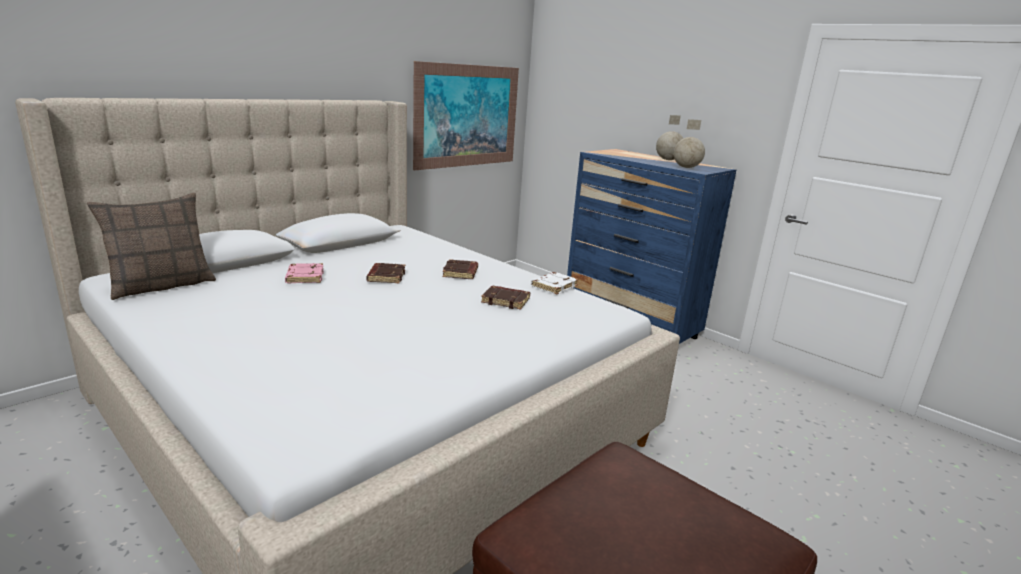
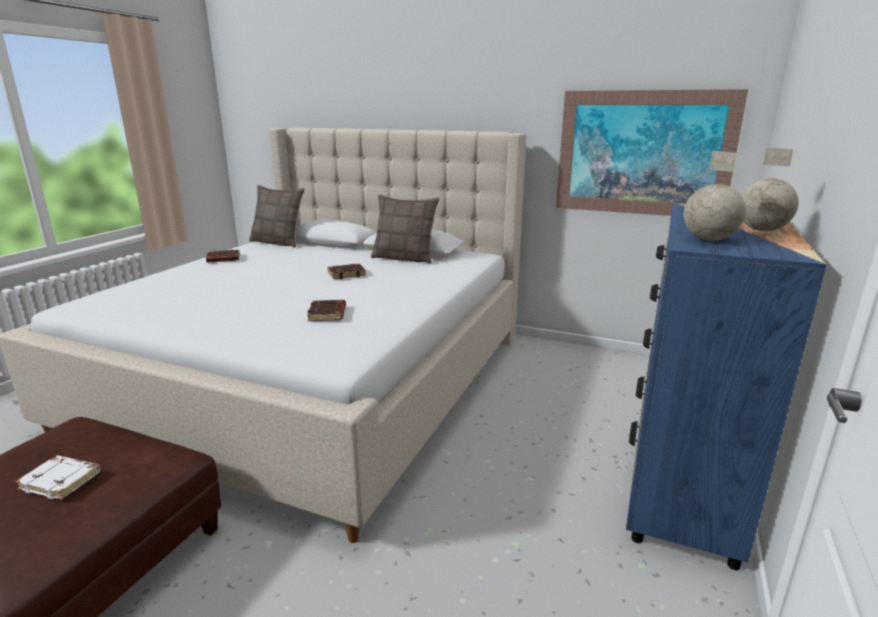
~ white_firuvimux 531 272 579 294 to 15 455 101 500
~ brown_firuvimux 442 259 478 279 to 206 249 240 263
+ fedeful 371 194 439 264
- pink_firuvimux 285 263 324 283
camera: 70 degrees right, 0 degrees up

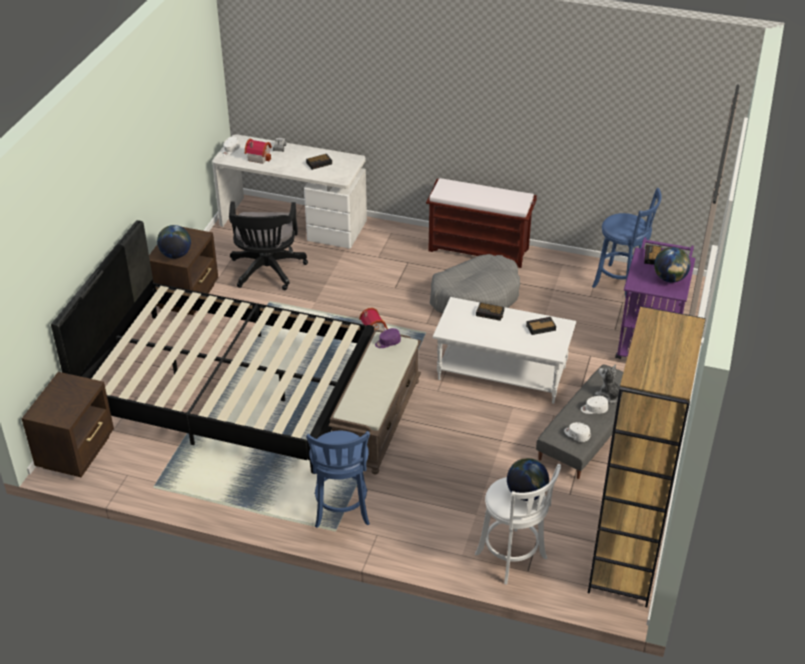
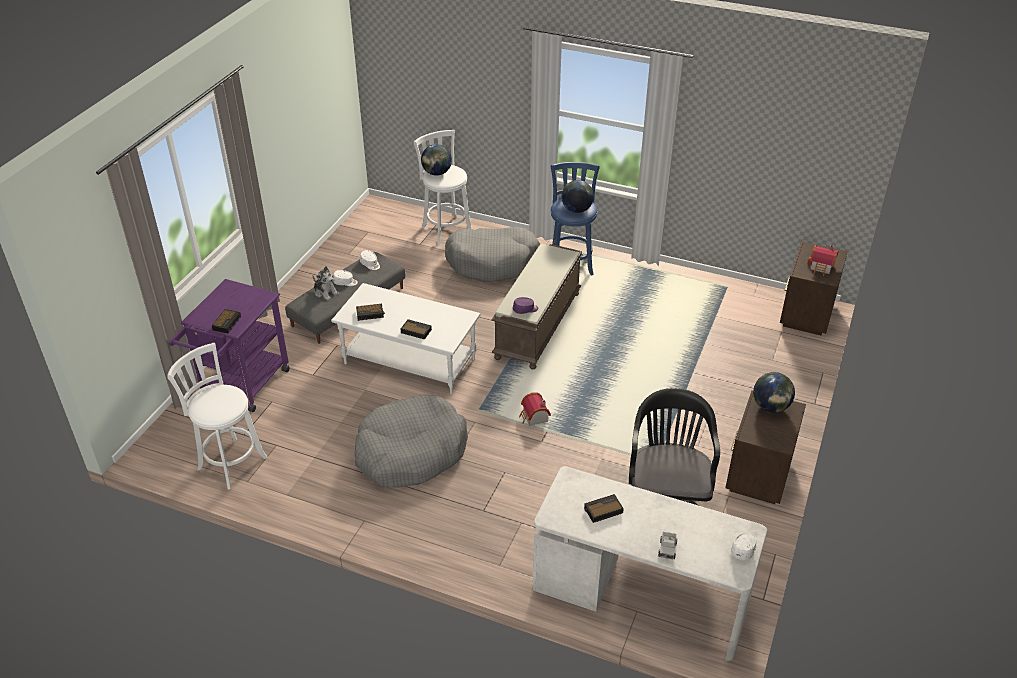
~ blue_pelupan 592 188 662 298 to white_pelupan 167 343 268 490
+ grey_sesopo 445 227 540 282
~ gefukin 654 247 691 283 to 561 180 594 213
~ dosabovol 245 139 272 164 to 807 245 838 276
- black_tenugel 51 220 374 474
- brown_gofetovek 426 178 537 268
- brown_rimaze 588 306 706 607
camera: 175 degrees left, 0 degrees up

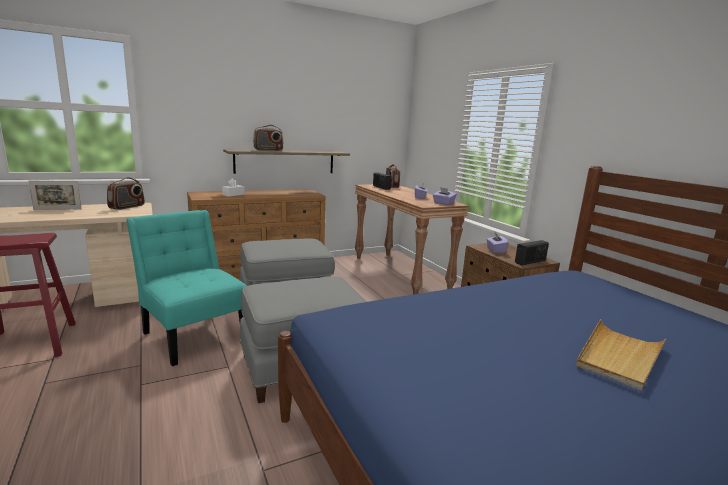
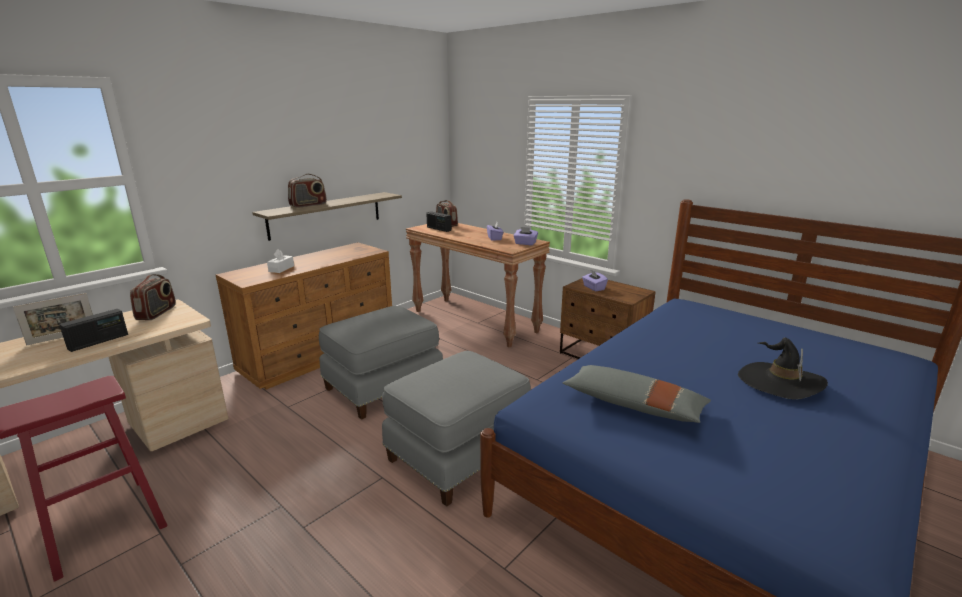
~ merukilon 515 240 549 265 to 59 309 128 352
+ grey_fedeful 563 365 711 423
~ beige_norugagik 576 319 666 391 to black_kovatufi 738 338 828 399
- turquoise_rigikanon 126 210 247 366
camera: 20 degrees left, 5 degrees up

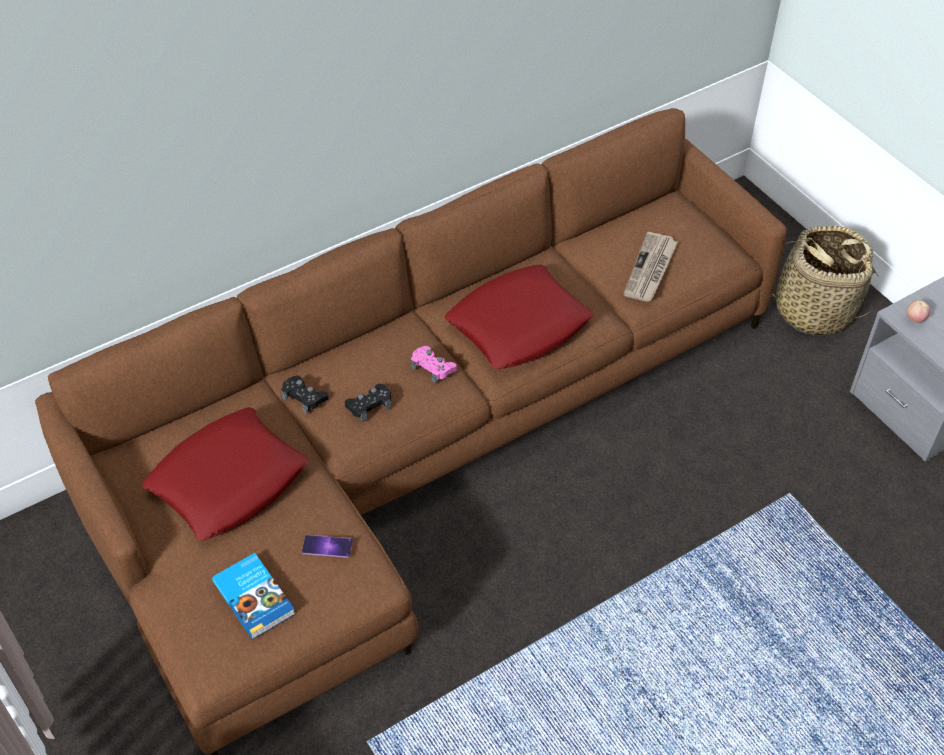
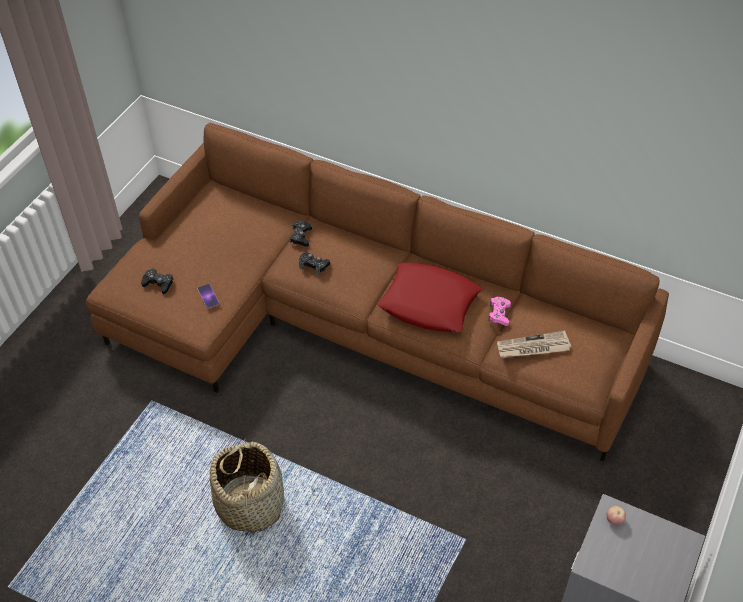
~ firuvimux 212 553 295 639 to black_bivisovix 141 268 173 294
~ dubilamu 772 225 879 336 to 210 438 284 537
~ pink_bivisovix 411 346 457 383 to 489 297 511 326
- red_fedeful 142 407 308 541
camera: 60 degrees right, 0 degrees up

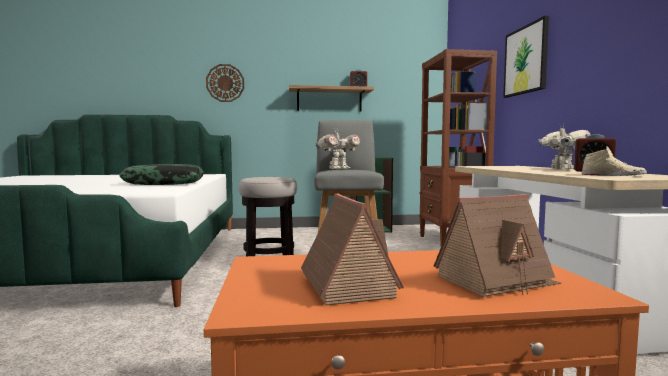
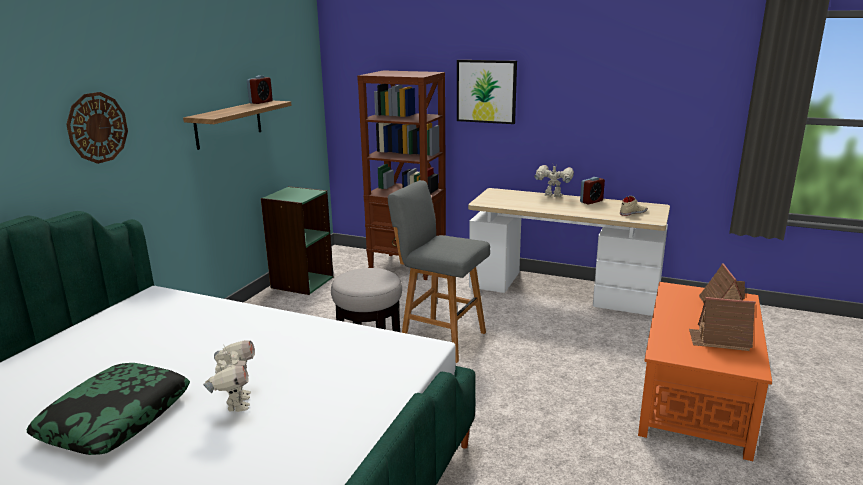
~ fedeful 120 164 204 185 to 27 363 190 455
~ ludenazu 315 131 360 169 to 203 340 255 412
camera: 60 degrees left, 15 degrees up

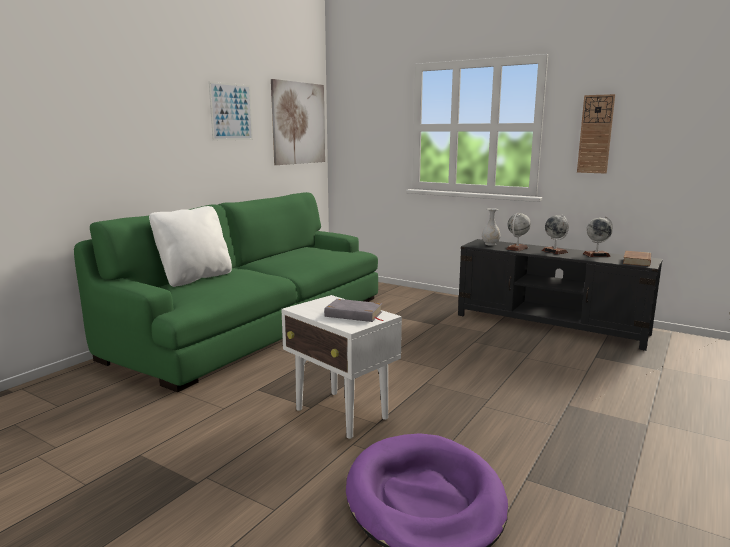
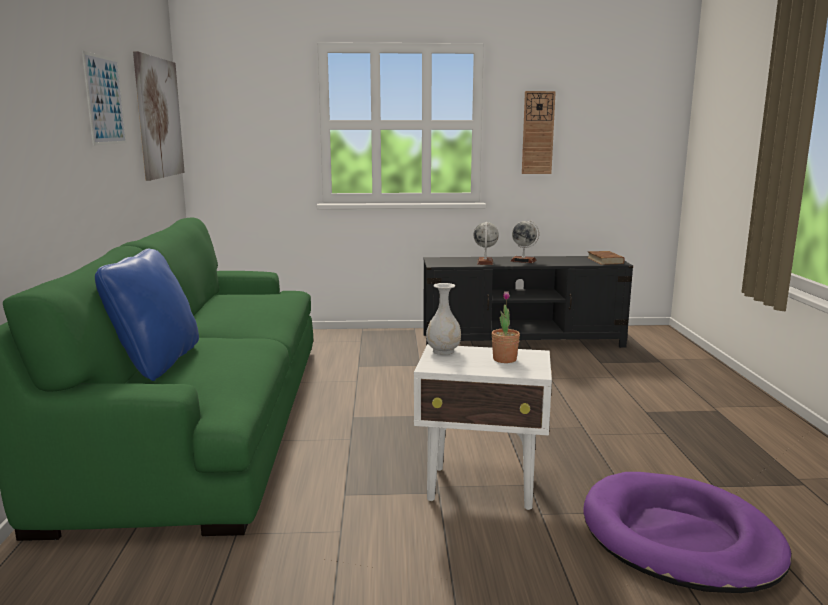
~ white_fedeful 149 206 232 287 to blue_fedeful 95 249 199 381
~ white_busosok 482 208 500 246 to 426 283 461 355
~ grey_firuvimux 324 299 384 322 to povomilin 491 291 520 363
- gefukin 583 217 613 257
camera: 35 degrees left, 0 degrees up

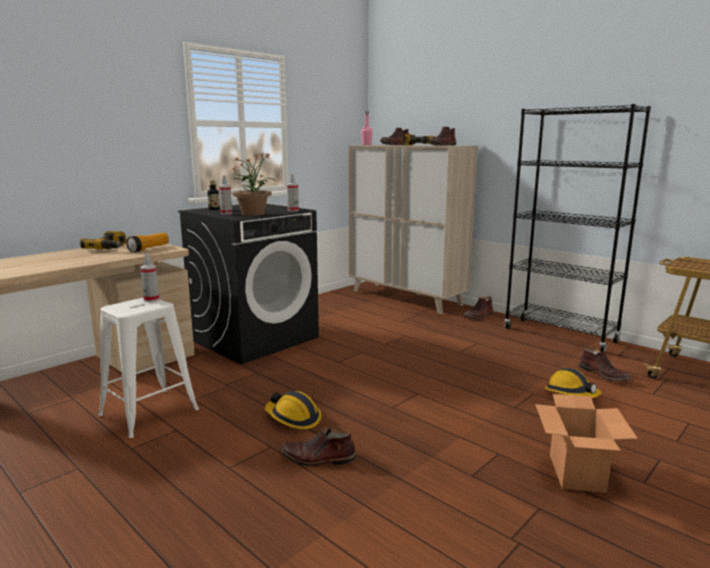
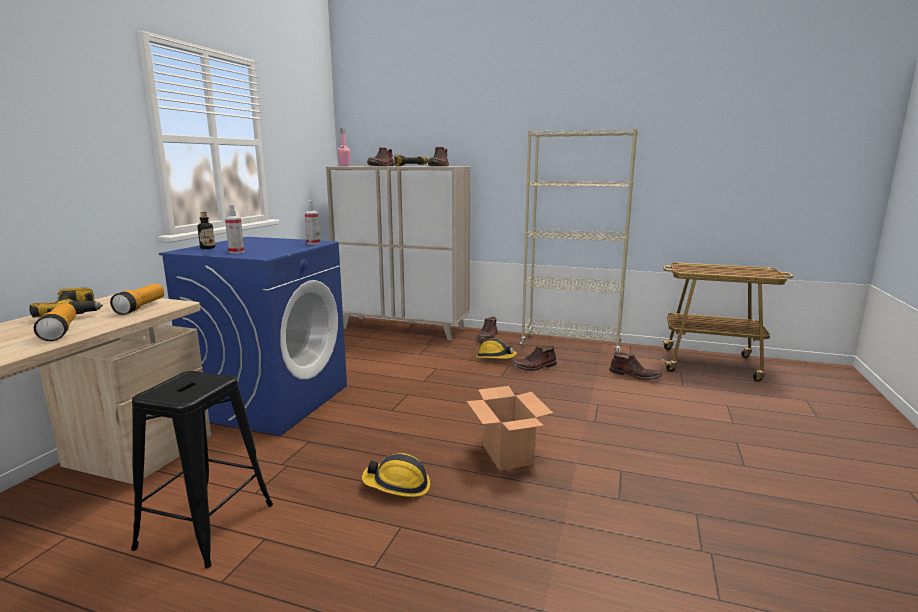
+ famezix 34 304 76 341
~ white_pelupan 98 297 199 438 to black_pelupan 131 371 273 569
~ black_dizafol 178 204 319 364 to blue_dizafol 159 237 347 436
~ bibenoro 535 394 638 493 to 467 386 553 470
~ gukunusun 545 368 602 398 to 476 338 517 359
~ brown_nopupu 280 427 356 466 to 511 346 557 371
~ black_rimaze 504 104 651 352 to beige_rimaze 520 128 638 352
- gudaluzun 140 254 159 302
- povomilin 231 152 276 216
camera: 25 degrees left, 0 degrees up

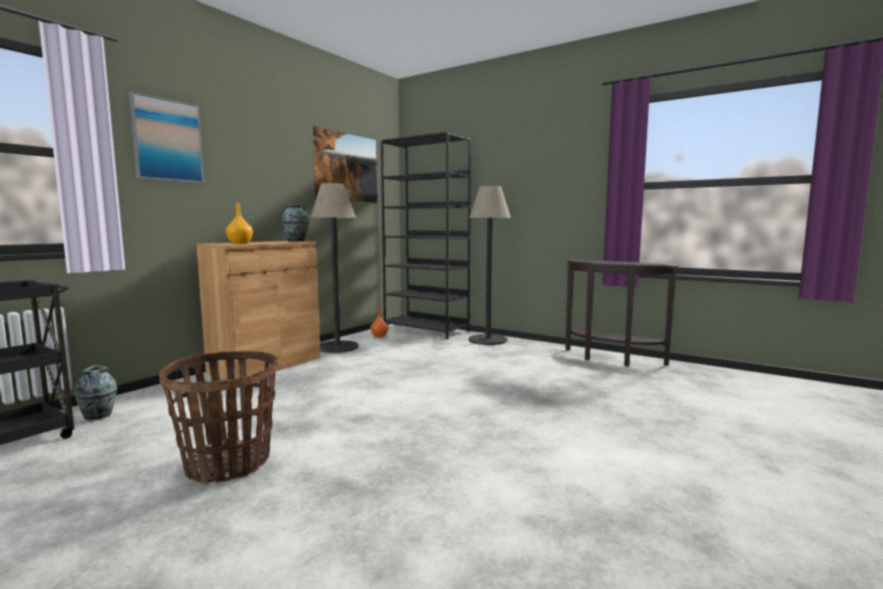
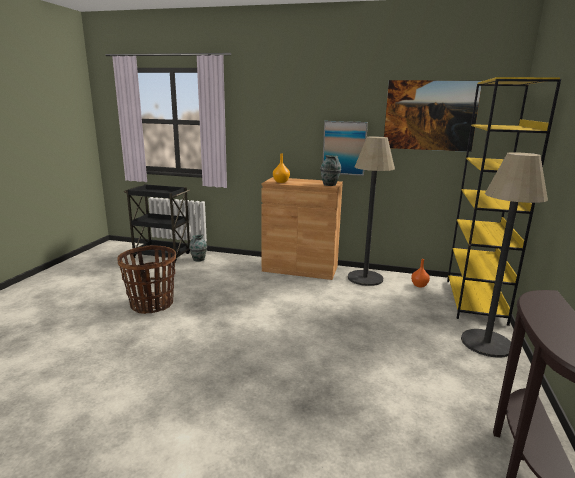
~ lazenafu 129 92 204 183 to 322 121 368 176
~ black_rimaze 381 132 471 339 to yellow_rimaze 447 77 561 326
camera: 70 degrees right, 10 degrees up

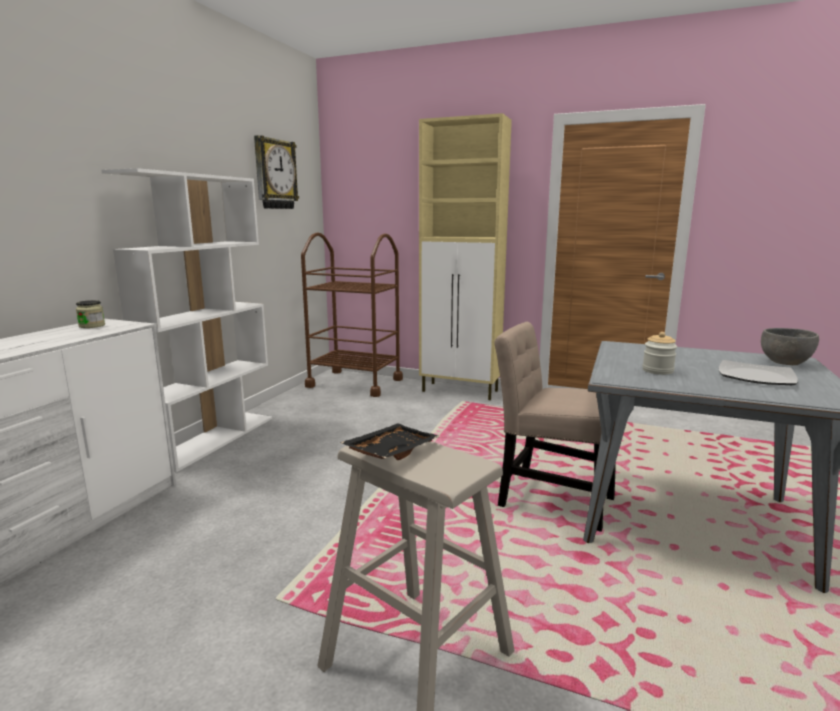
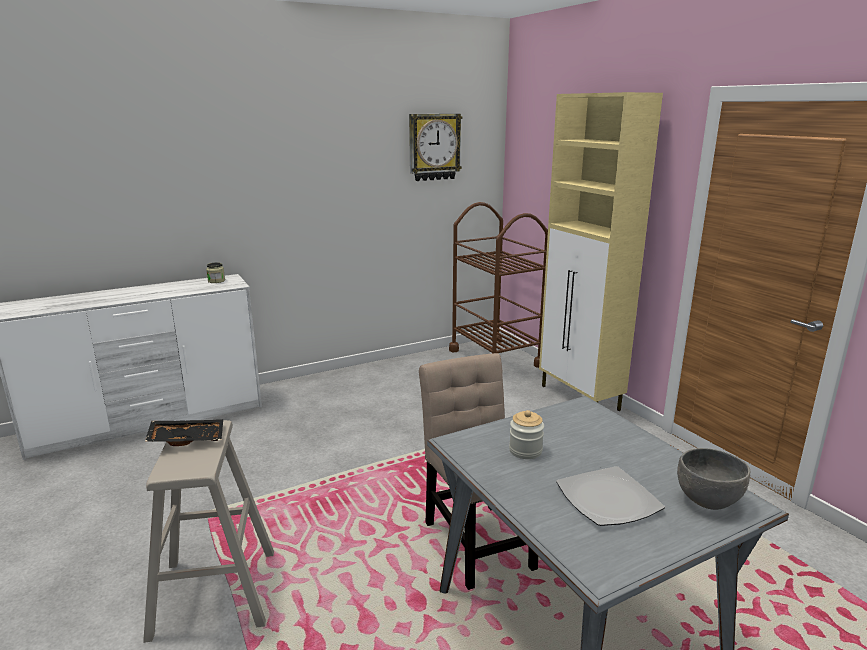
- white_rimaze 101 168 272 472
camera: 40 degrees right, 5 degrees up

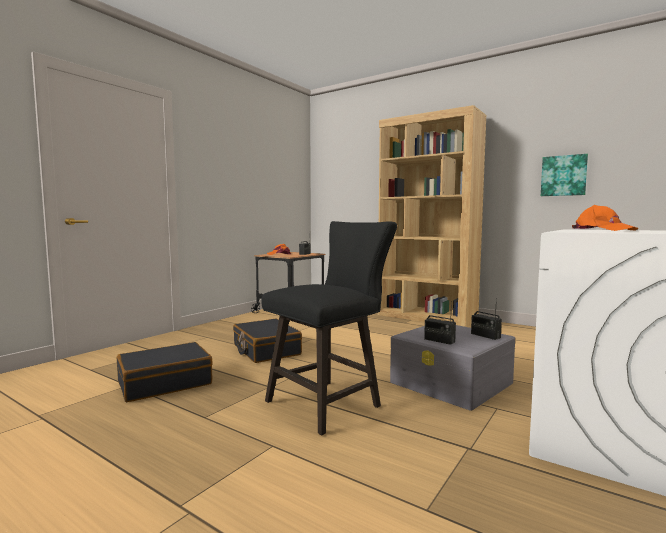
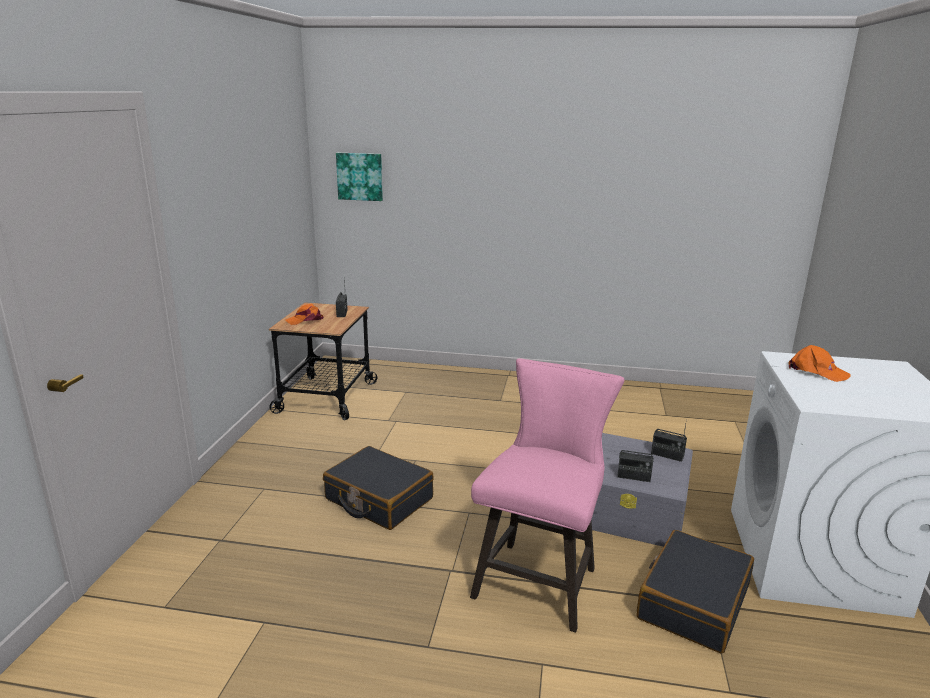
~ lazenafu 541 154 588 196 to 336 153 383 201
~ black_pelupan 261 221 397 435 to pink_pelupan 470 358 625 633
~ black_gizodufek 117 342 213 402 to 637 530 754 653
- brown_rimaze 377 105 486 327
camera: 25 degrees left, 15 degrees up

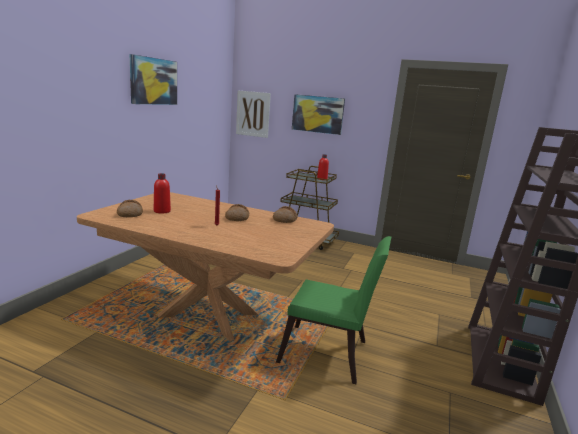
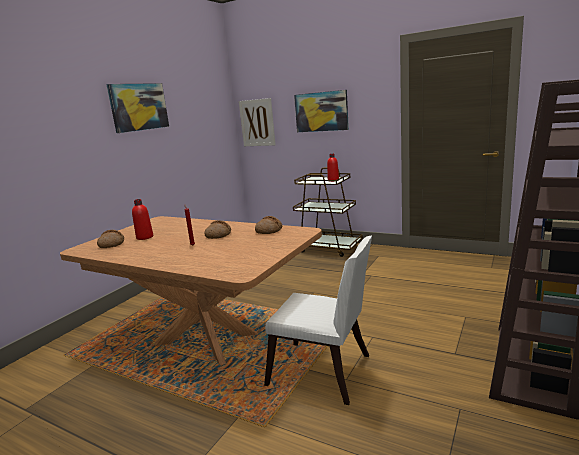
~ green_rigikanon 276 236 391 384 to white_rigikanon 264 236 372 405
camera: 10 degrees right, 0 degrees up

